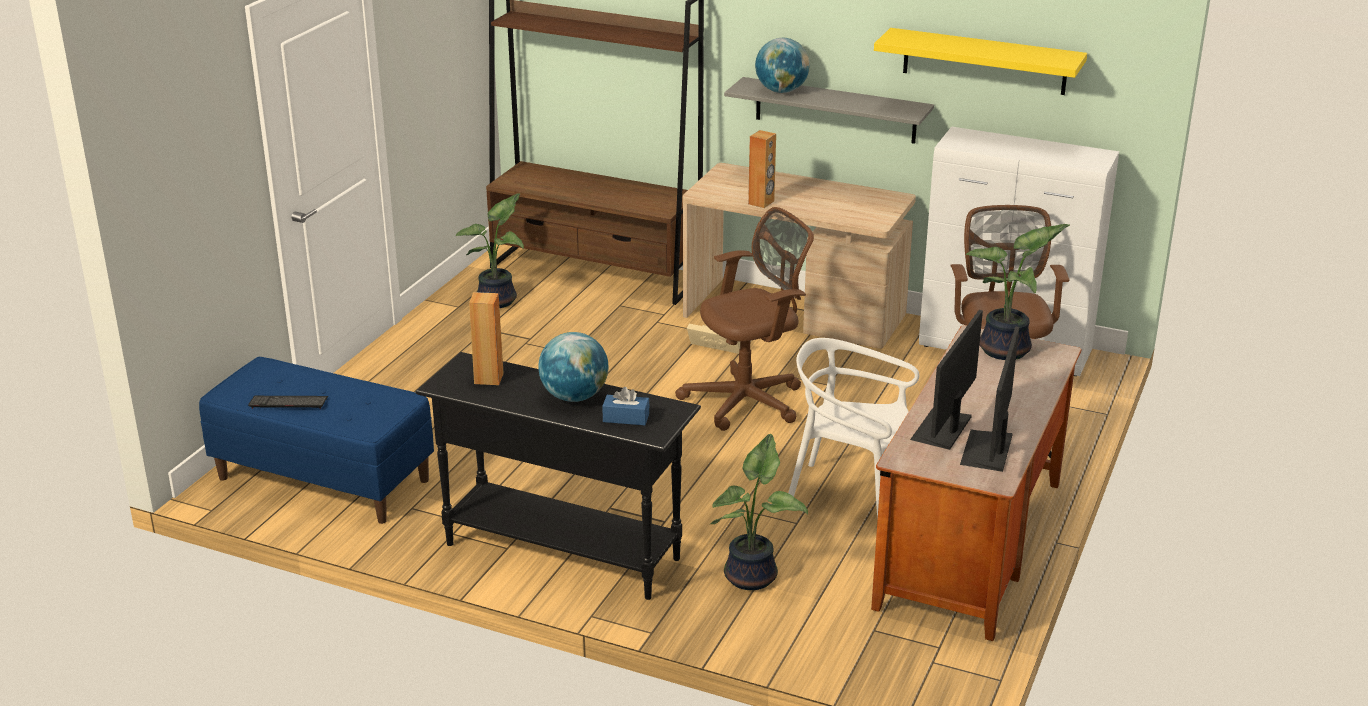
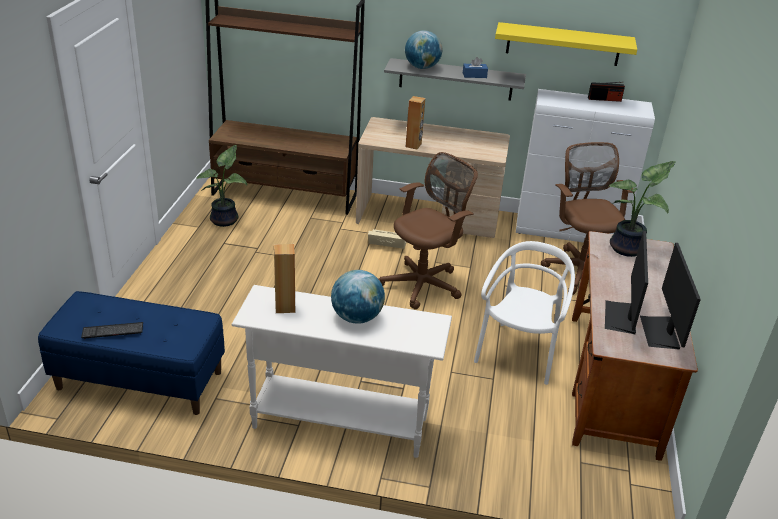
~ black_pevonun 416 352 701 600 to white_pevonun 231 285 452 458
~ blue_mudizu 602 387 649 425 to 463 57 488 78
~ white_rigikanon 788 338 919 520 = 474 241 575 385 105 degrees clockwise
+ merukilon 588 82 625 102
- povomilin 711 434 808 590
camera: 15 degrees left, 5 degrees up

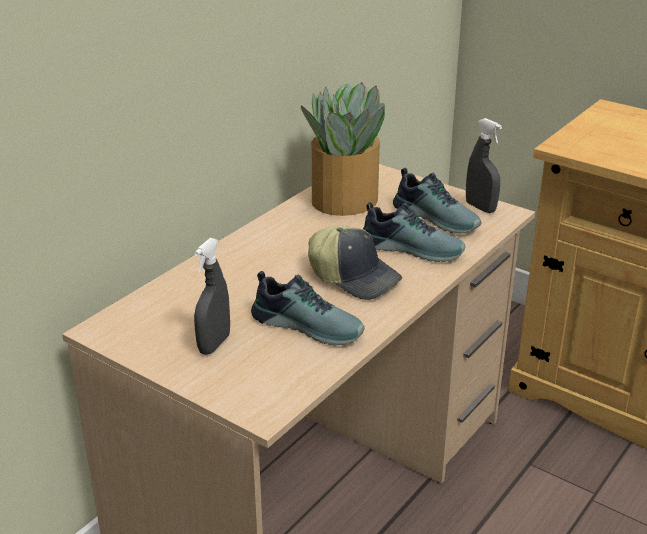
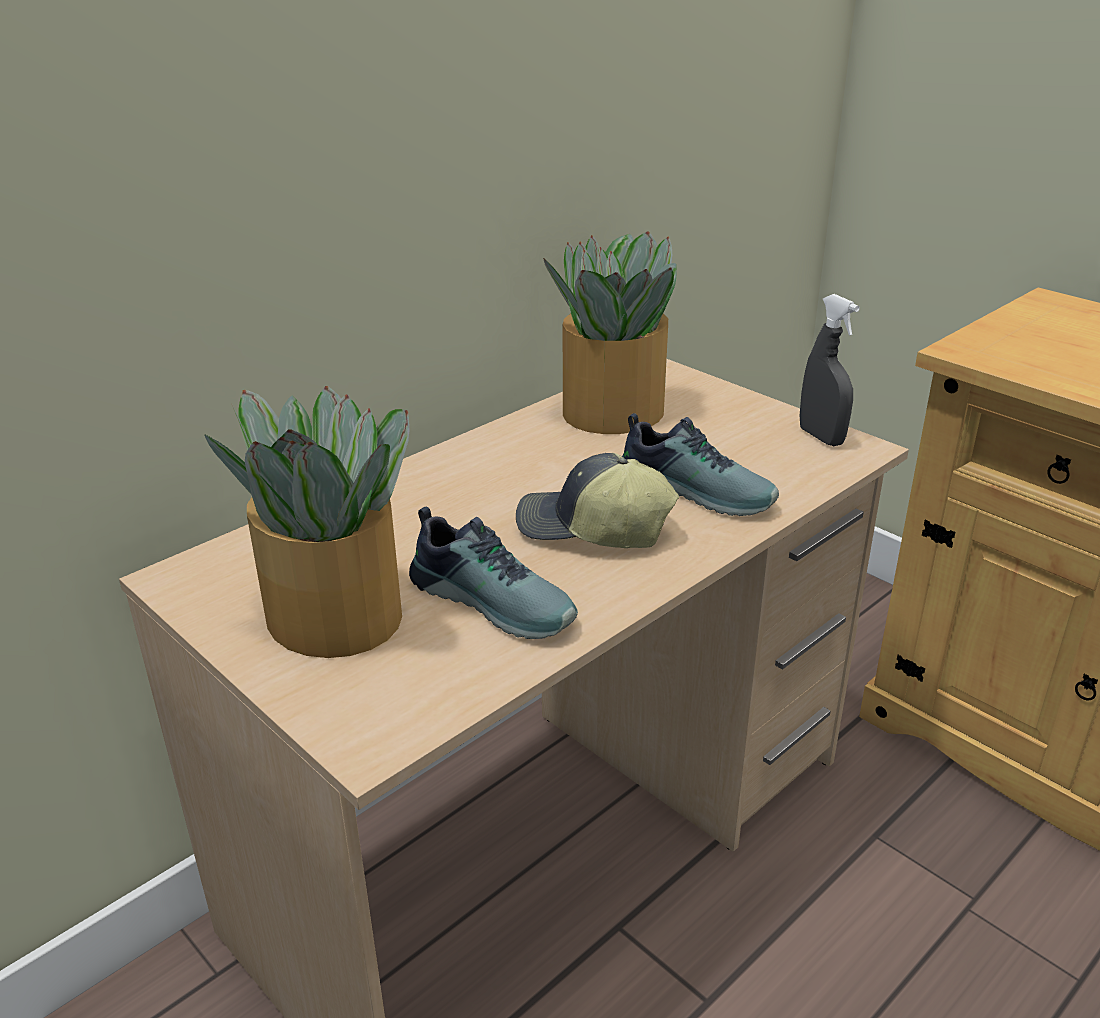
~ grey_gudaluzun 194 238 230 355 to povomilin 205 386 410 658
~ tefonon 308 226 402 300 = 516 453 679 548 150 degrees clockwise
- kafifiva 393 168 481 234
camera: 10 degrees right, 0 degrees up

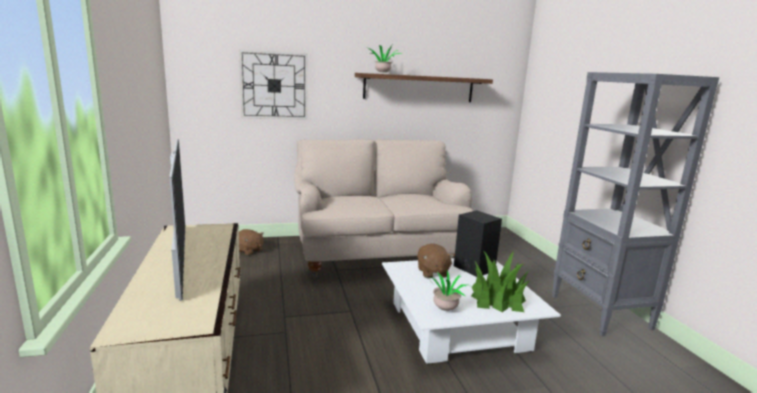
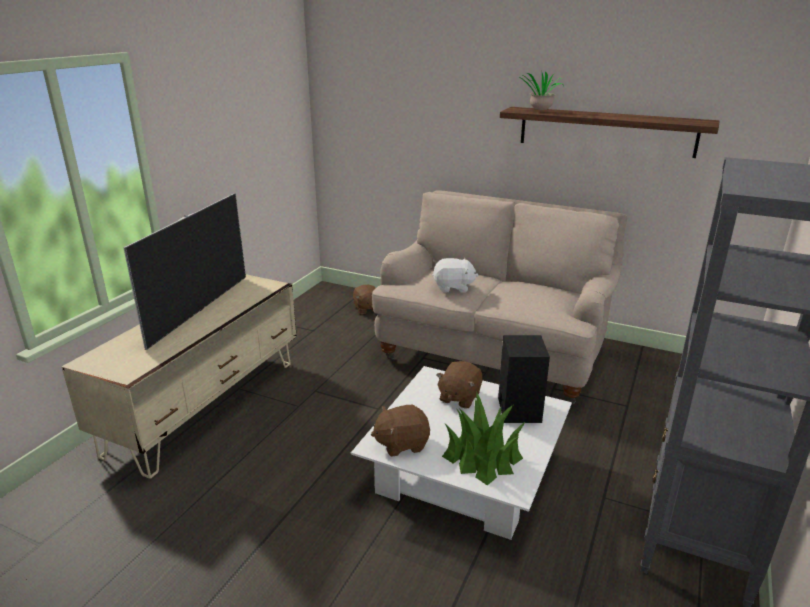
~ povomilin 423 268 468 311 to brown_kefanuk 371 405 430 457
+ white_kefanuk 432 258 478 293
- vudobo 239 50 308 120
camera: 40 degrees right, 10 degrees up

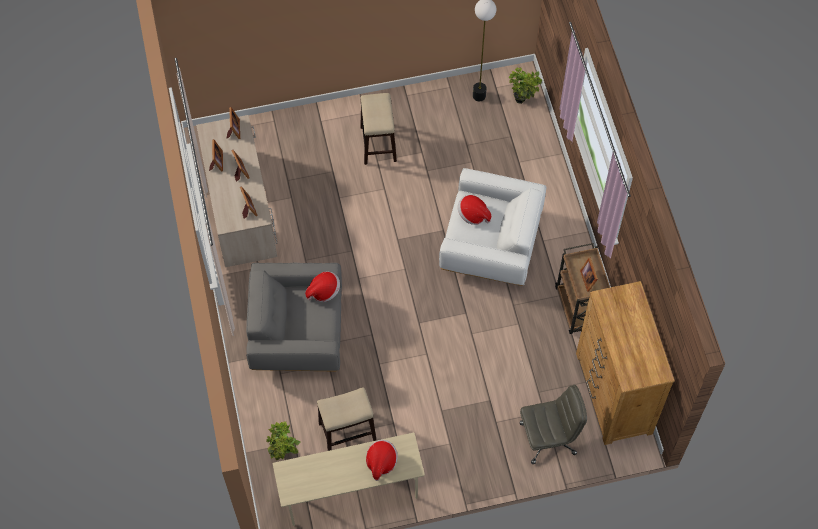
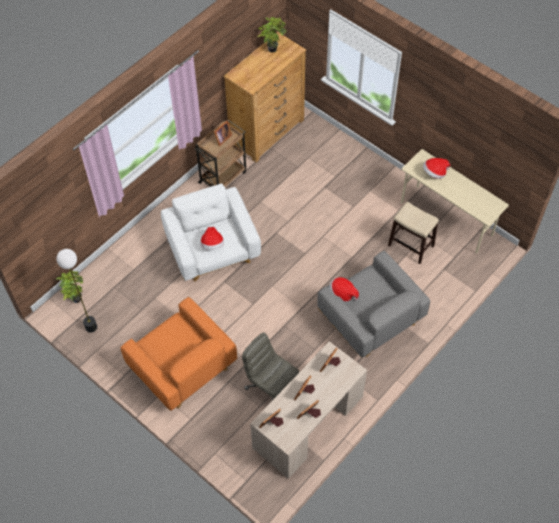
~ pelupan 360 93 397 165 to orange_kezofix 121 297 237 411
~ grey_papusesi 520 385 587 464 to 242 332 299 400
~ povomilin 266 421 301 461 to 257 17 287 52
camera: 125 degrees left, 5 degrees down

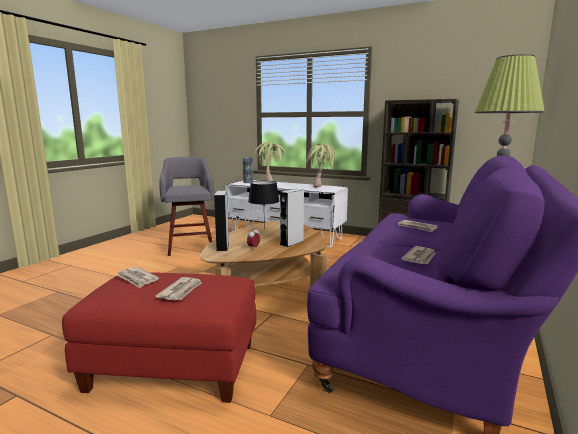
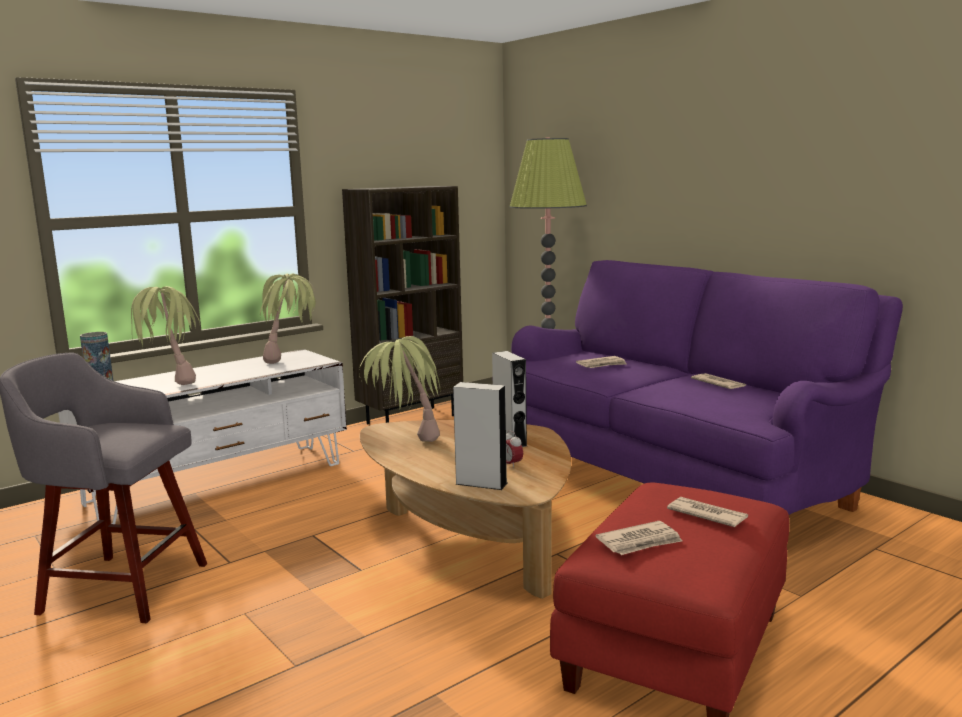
~ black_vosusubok 248 181 280 229 to povomilin 359 336 441 442
camera: 65 degrees left, 0 degrees up

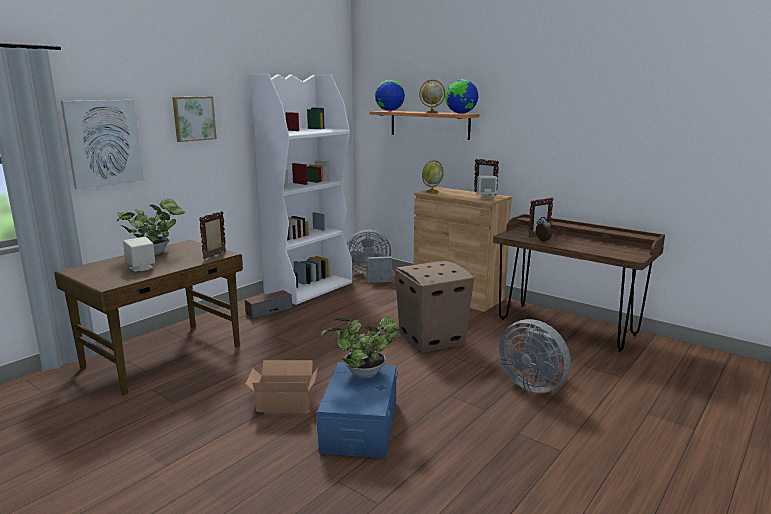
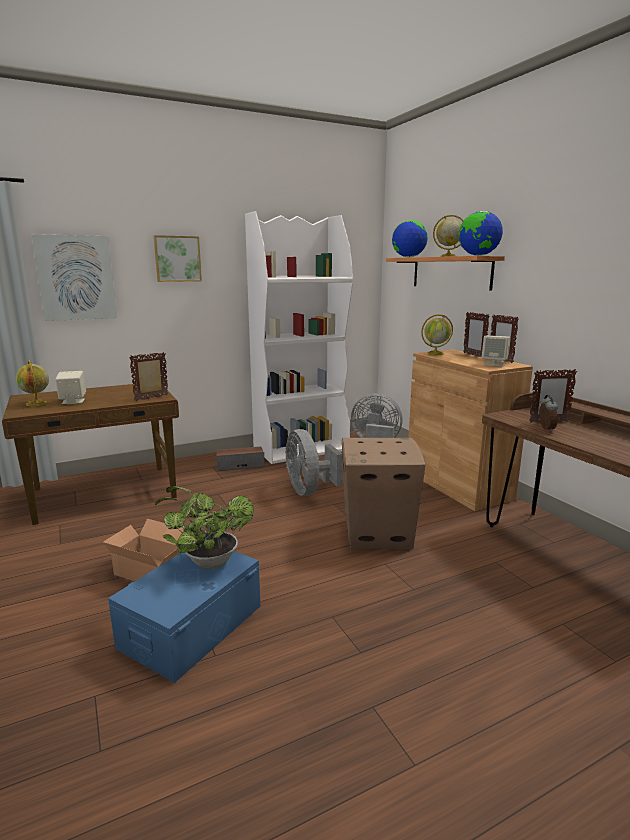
+ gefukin 16 360 49 406
~ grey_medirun 499 319 571 393 to 285 429 343 496
+ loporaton 463 312 490 357
- povomilin 117 198 185 255
camera: 25 degrees right, 0 degrees up

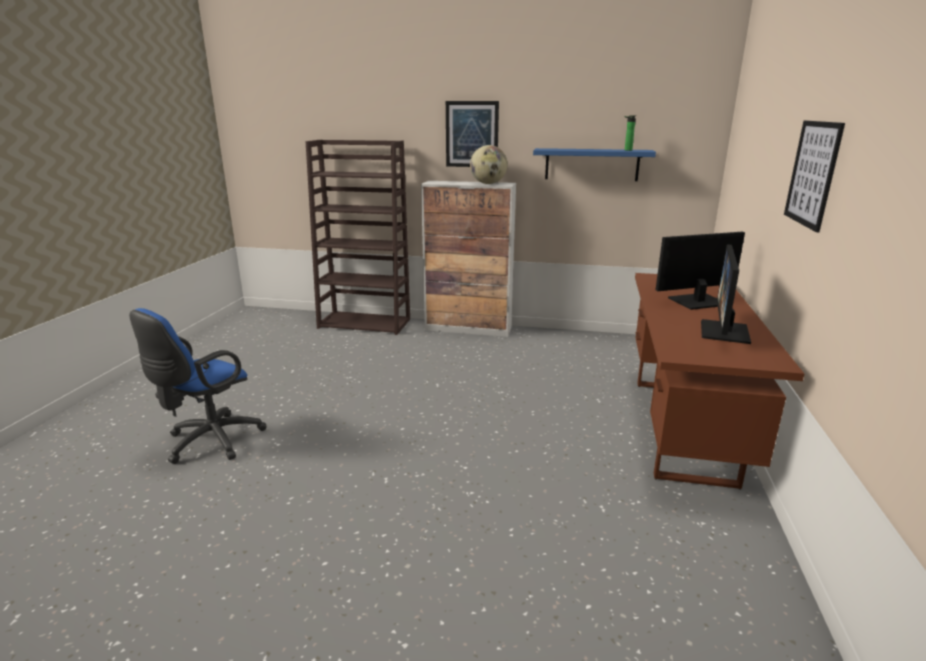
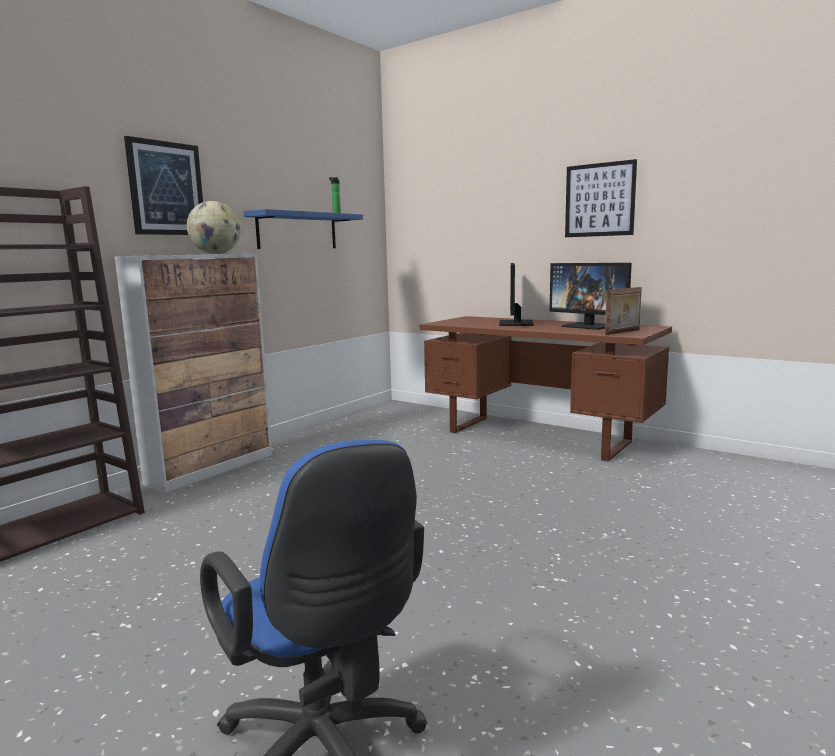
+ loporaton 605 287 642 335
camera: 65 degrees left, 10 degrees down

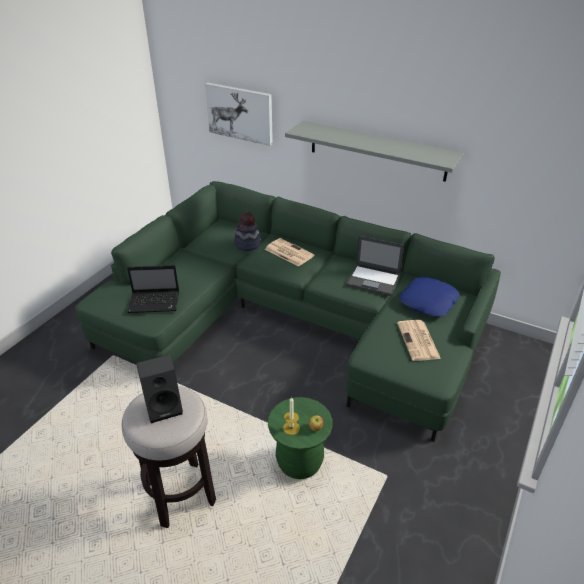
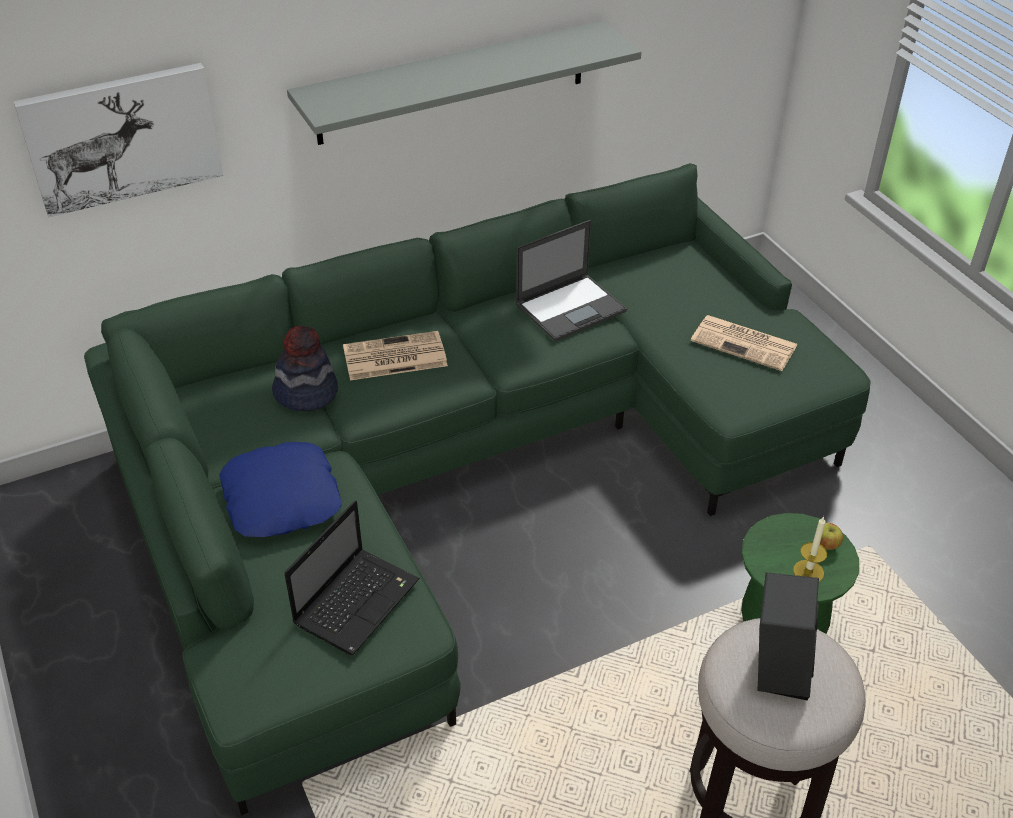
~ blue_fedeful 400 277 460 317 to 219 442 342 537
camera: 55 degrees left, 5 degrees up

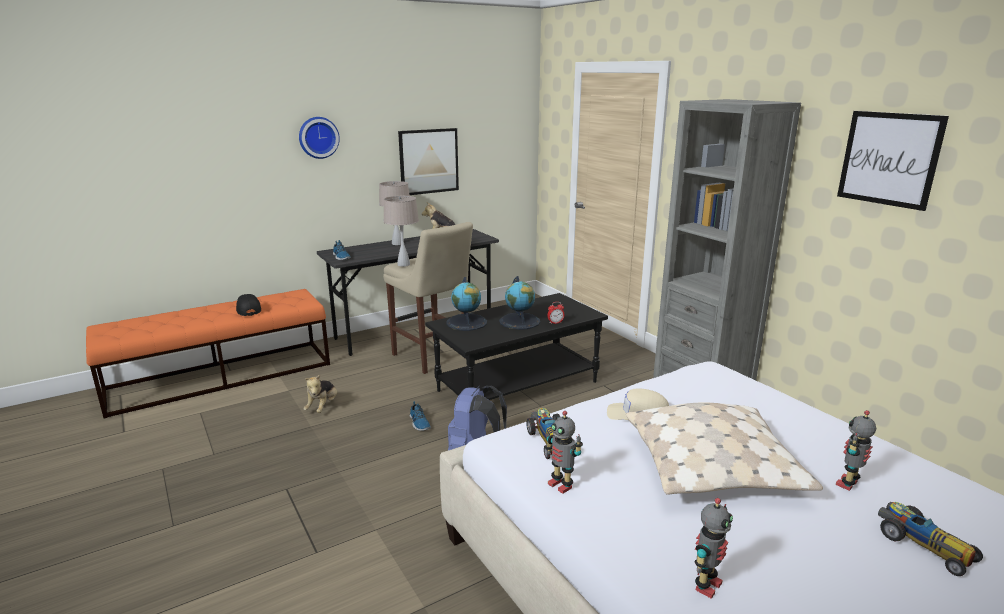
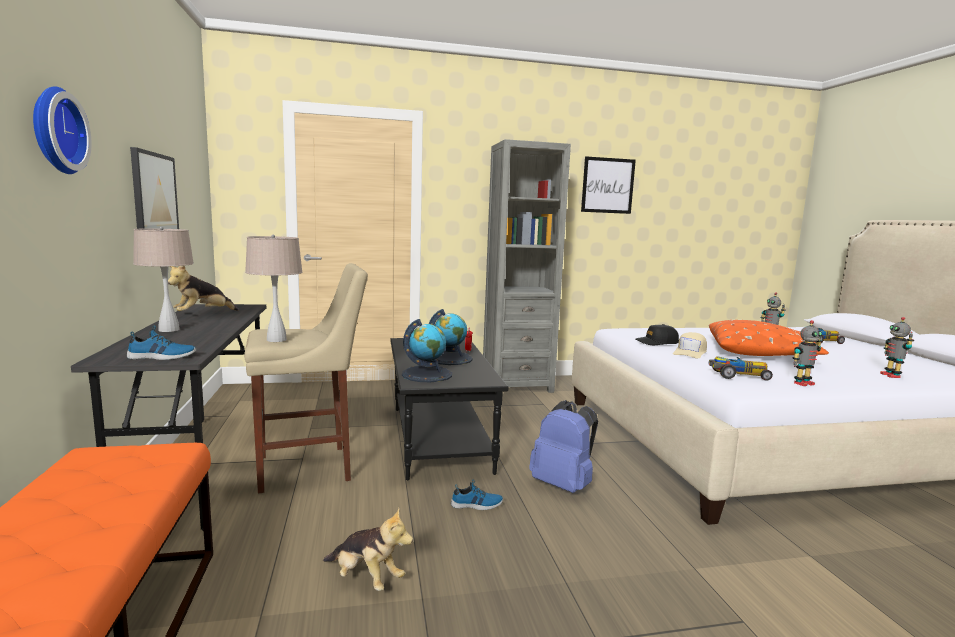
~ black_tefonon 236 294 261 316 to 636 324 679 345
~ beige_fedeful 626 402 823 495 to orange_fedeful 709 320 829 356
~ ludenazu 695 498 733 599 = 880 317 914 378 150 degrees counterclockwise
camera: 70 degrees left, 10 degrees down

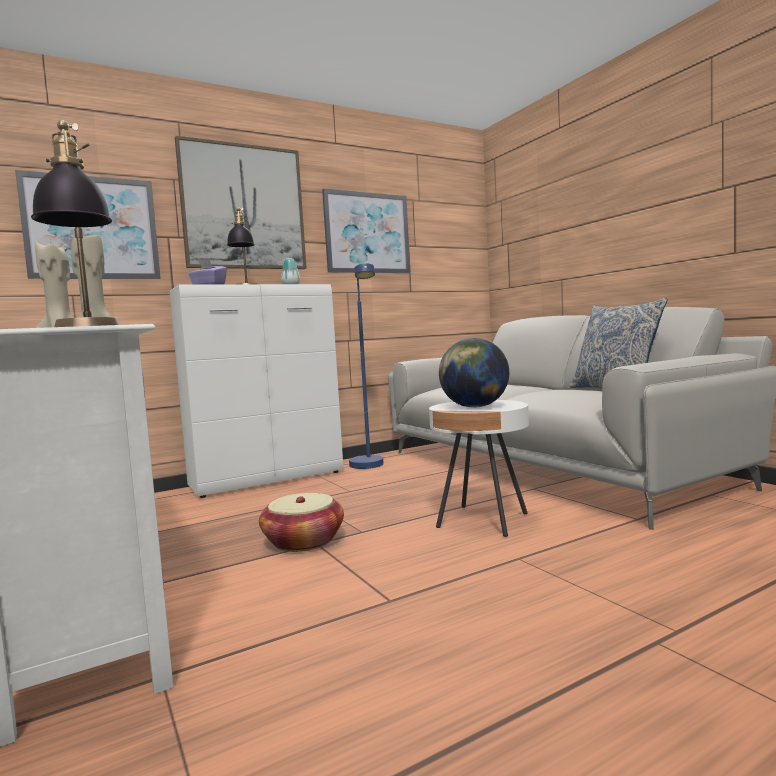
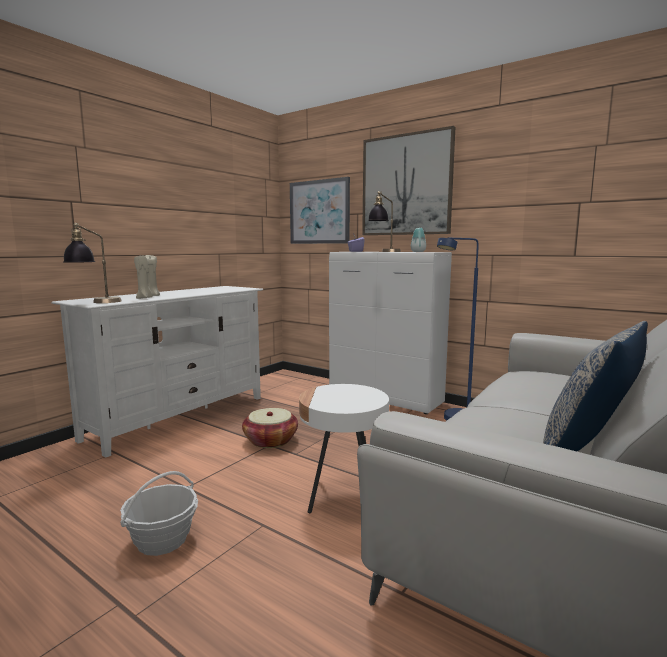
+ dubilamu 120 471 198 556
- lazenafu 322 189 410 273
- gefukin 439 338 509 408
camera: 65 degrees right, 5 degrees up

